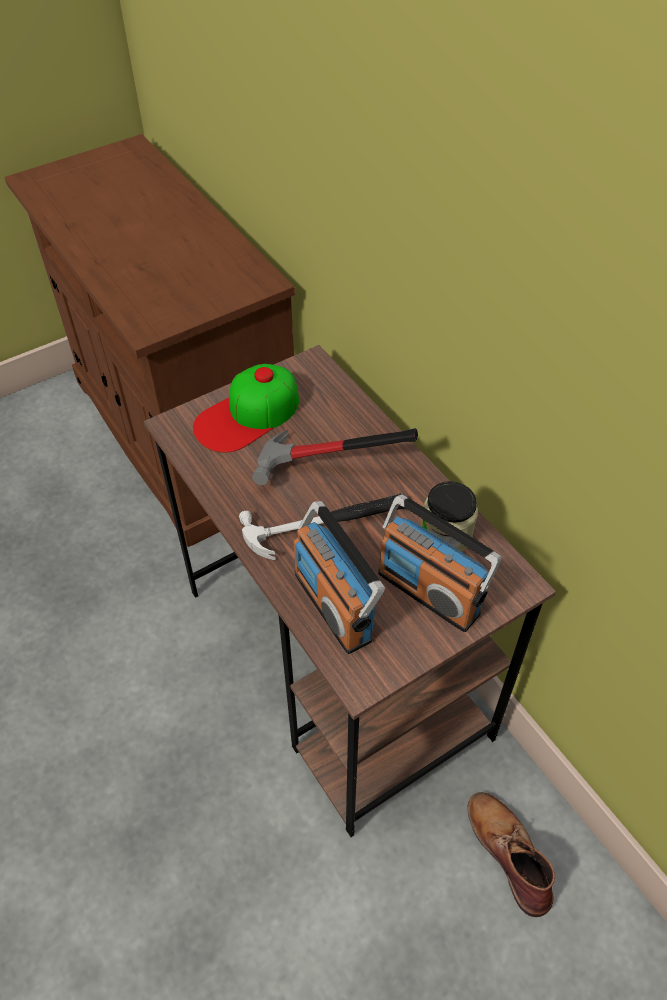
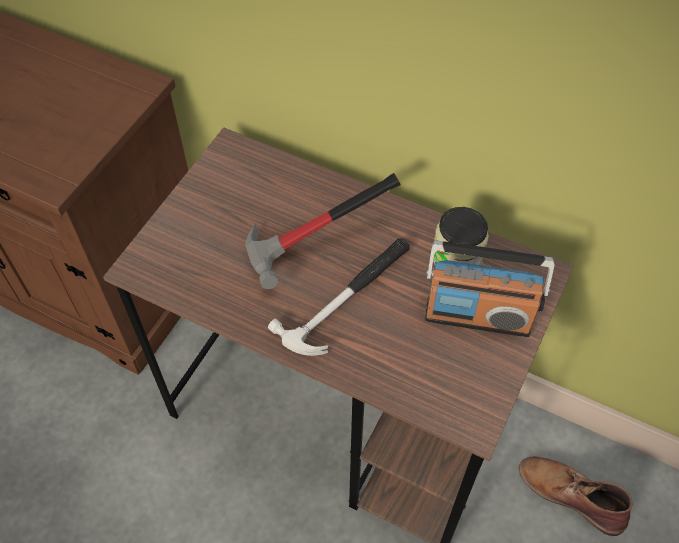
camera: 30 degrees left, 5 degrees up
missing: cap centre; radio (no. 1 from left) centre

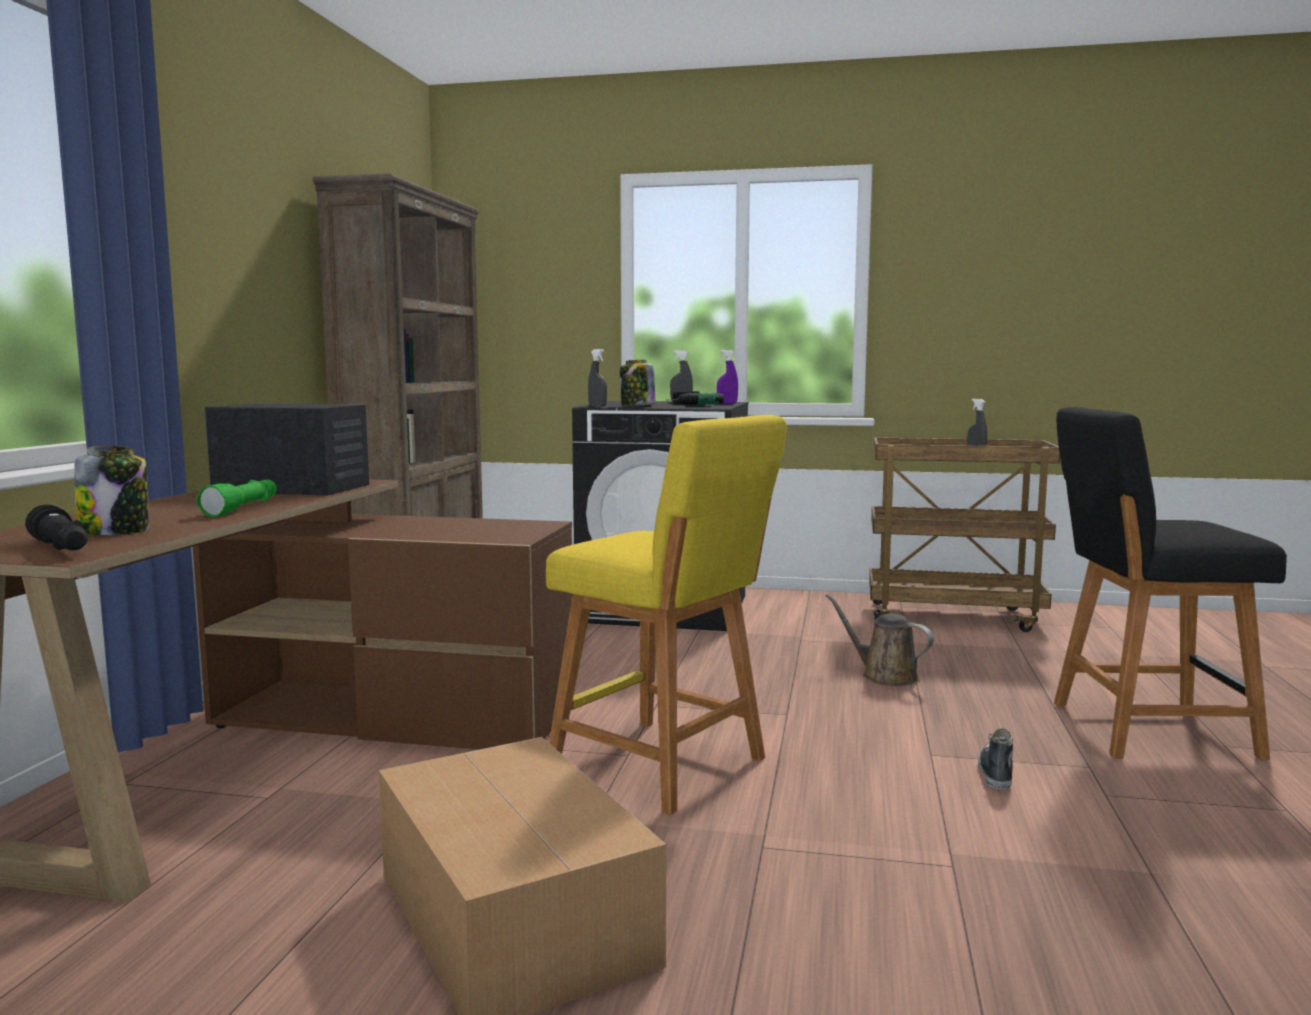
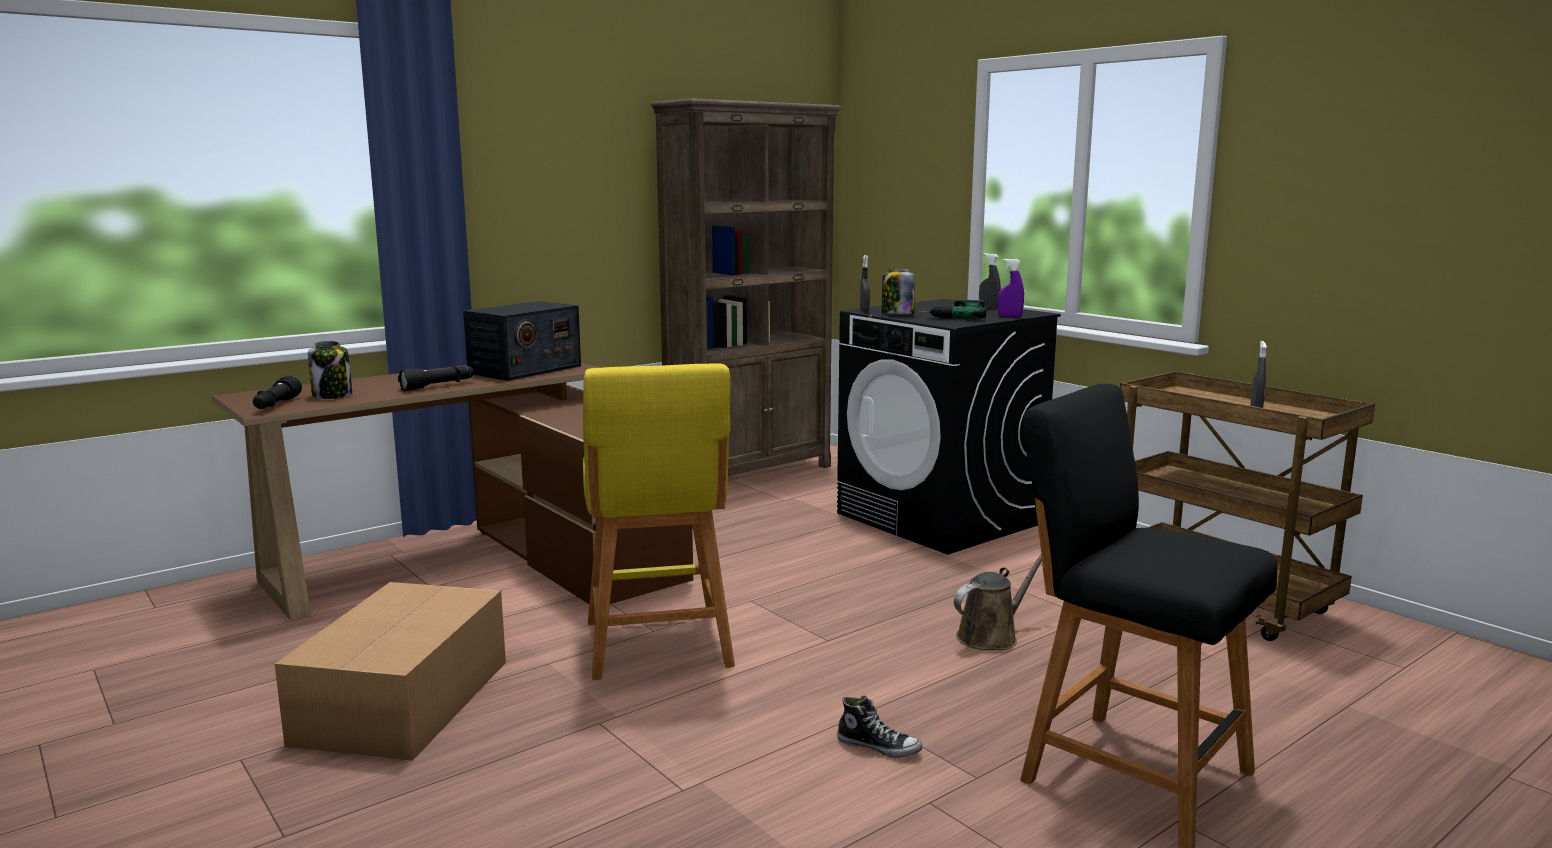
camera: 40 degrees right, 5 degrees up
colour: green flashlight middle left to black flashlight (no. 2 from left) middle left
spun: radio middle left = centre 75 degrees clockwise; brown watering can middle right = bottom centre 60 degrees clockwise; shoe bottom right = bottom centre 60 degrees clockwise

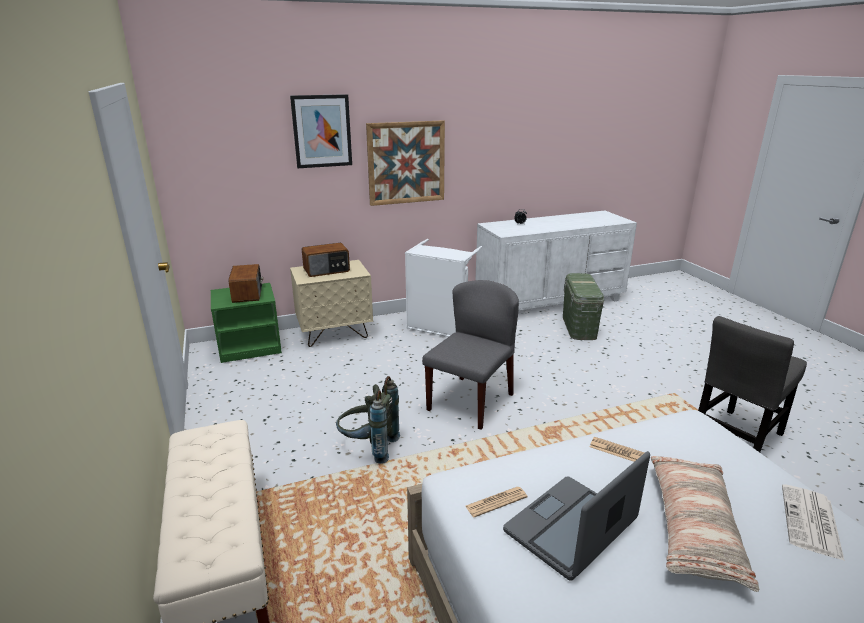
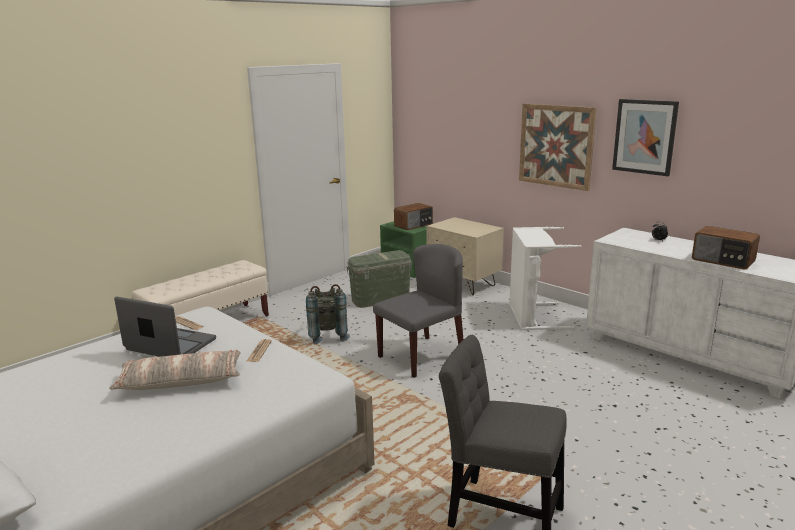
camera: 65 degrees right, 5 degrees down
missing: newspaper (no. 3 from left) bottom right
relocated: picture (no. 1 from left in the first image) top centre to picture (no. 2 from left) top right; radio (no. 2 from left) centre to middle right; green storage box middle right to centre
spun: grey chair (no. 1 from left) centre = centre 45 degrees counterclockwise

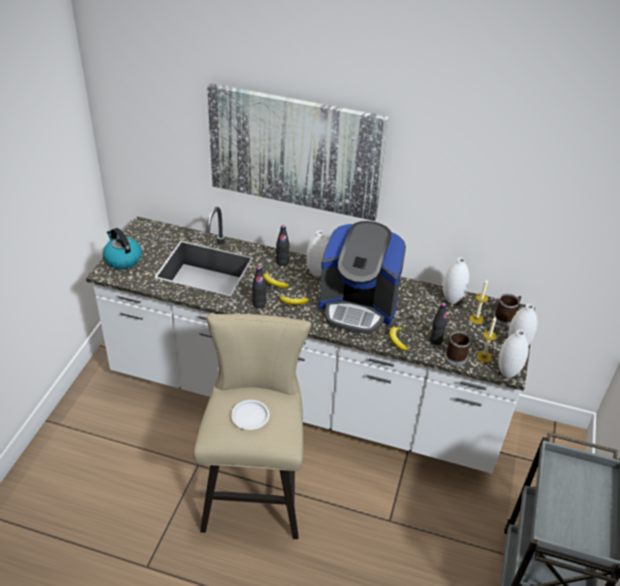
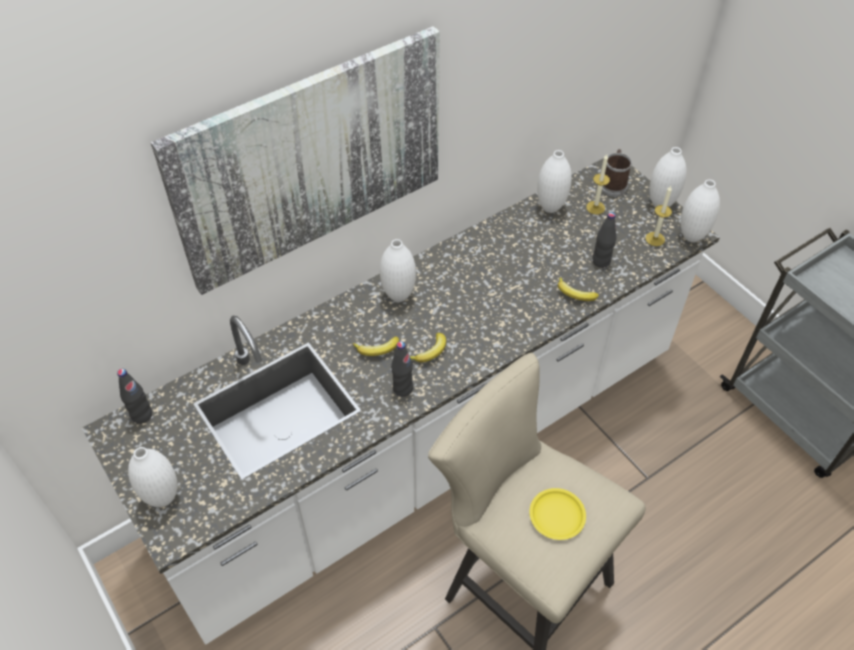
camera: 50 degrees left, 10 degrees up
missing: coffee machine centre; mug (no. 1 from left) middle right
relocated: black bottle (no. 2 from left in the first image) centre to black bottle (no. 1 from left) middle left
exchanged: kettle middle left to white vase (no. 1 from left) bottom left
colour: white plate bottom centre to yellow plate bottom centre

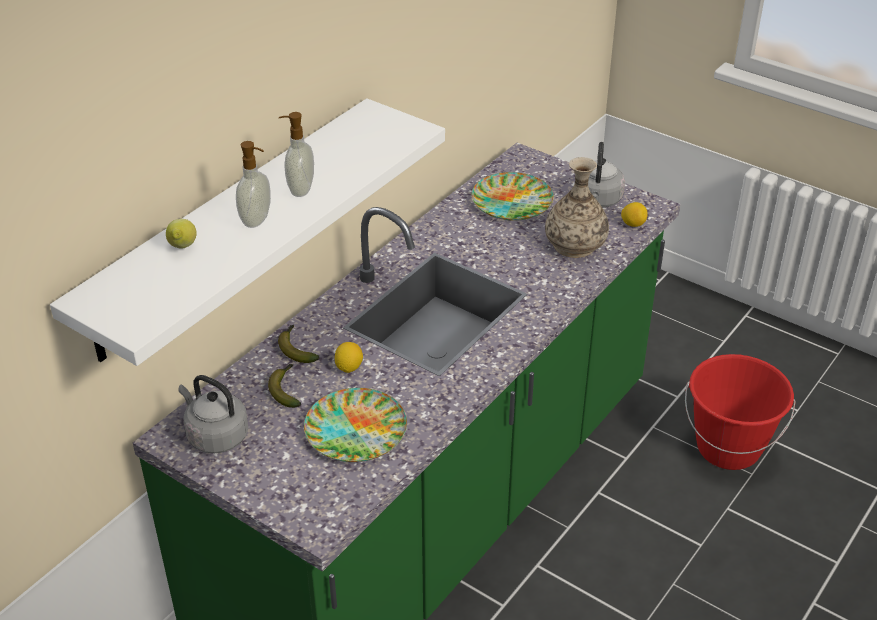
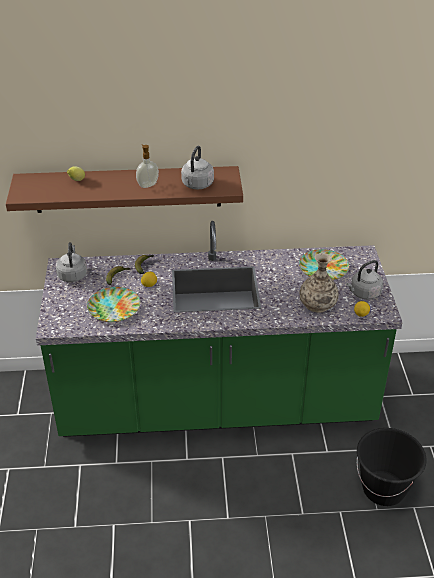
camera: 50 degrees right, 0 degrees up
missing: soap dispenser (no. 1 from left) top left
appeared: grey kettle (no. 2 from left) top centre
colour: white shelf middle left to brown shelf top left; red bucket middle right to black bucket bottom right

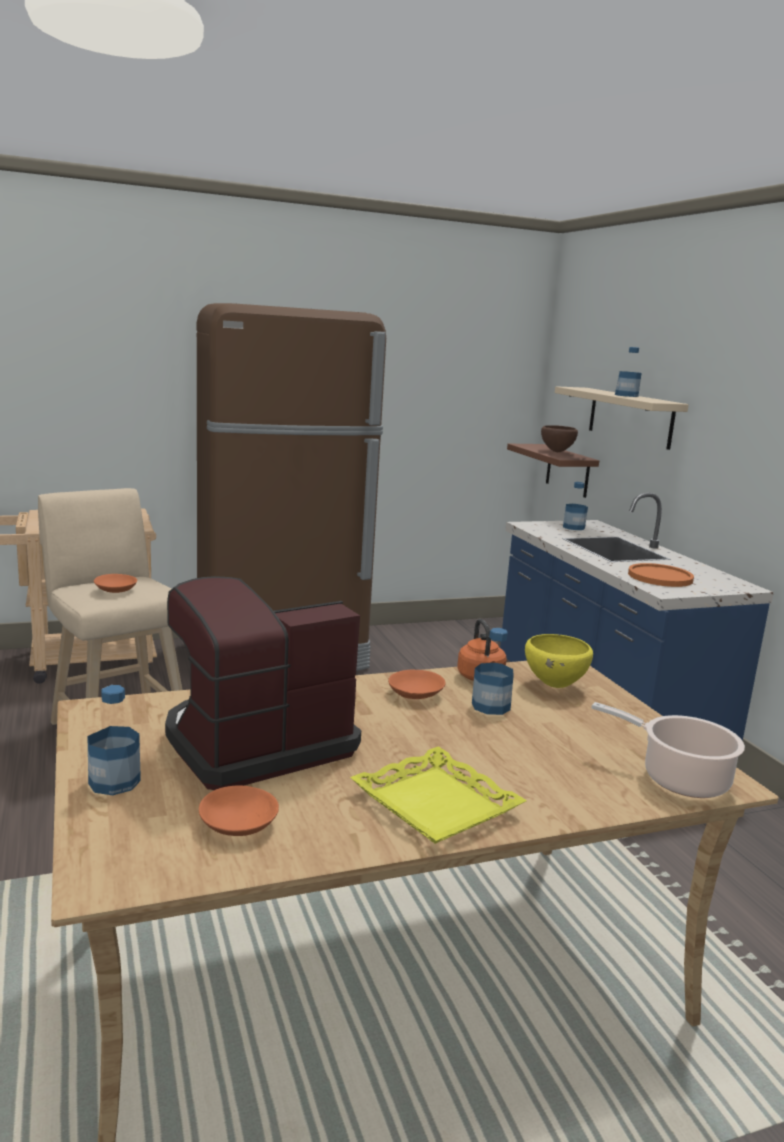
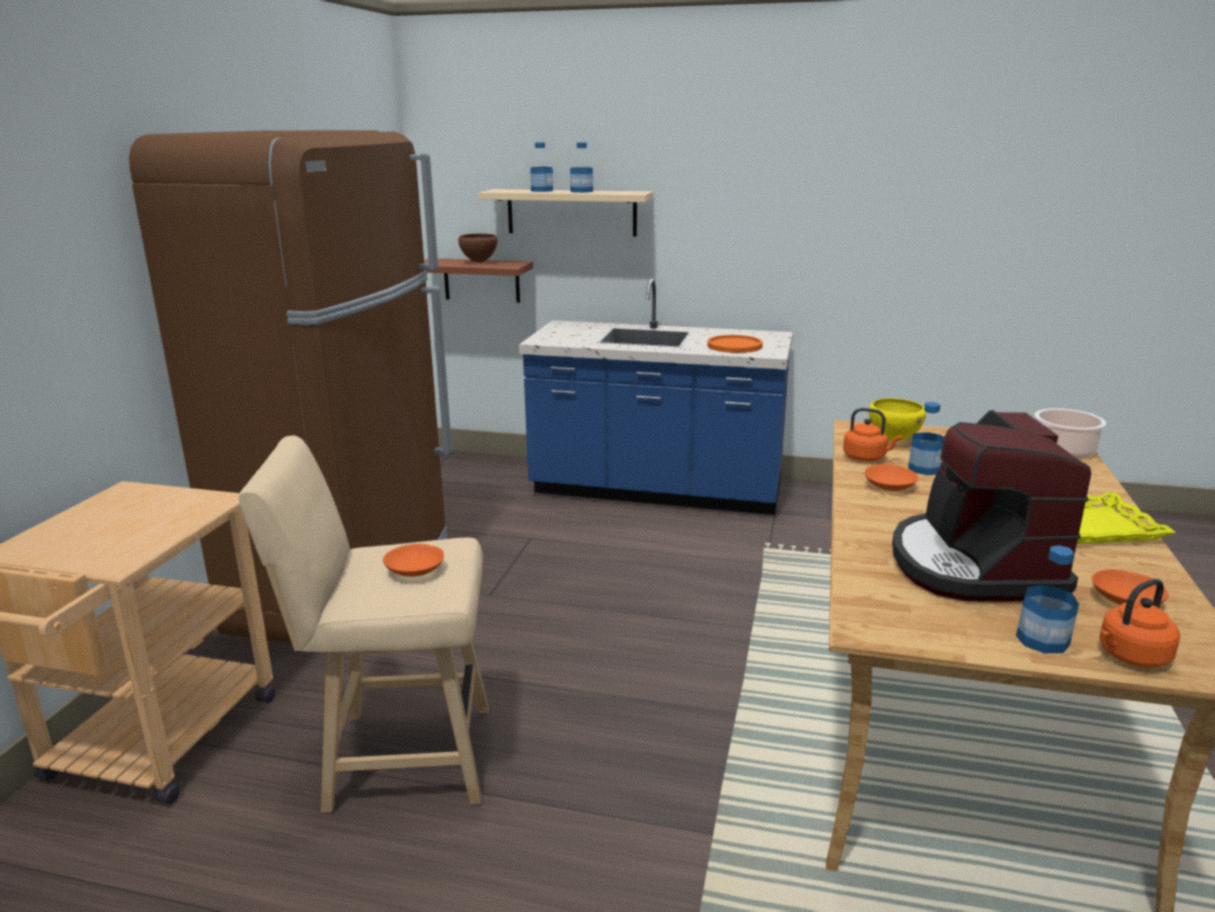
camera: 55 degrees left, 5 degrees up
appeared: orange kettle (no. 2 from left) bottom right
relocated: bottle (no. 3 from left in the first image) middle right to bottle (no. 1 from left) top centre

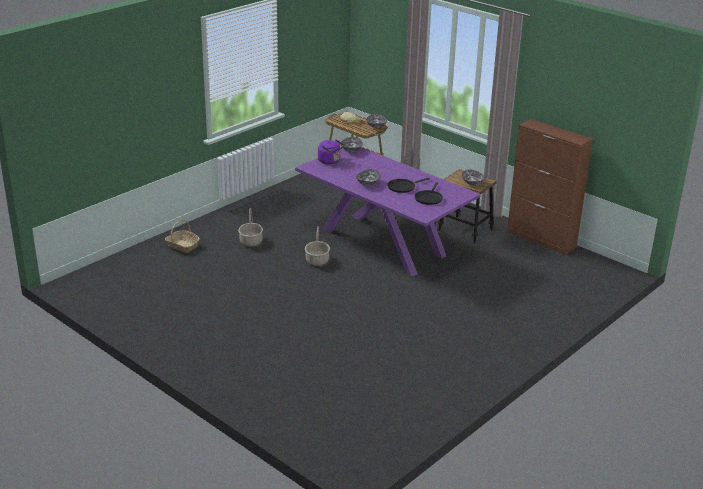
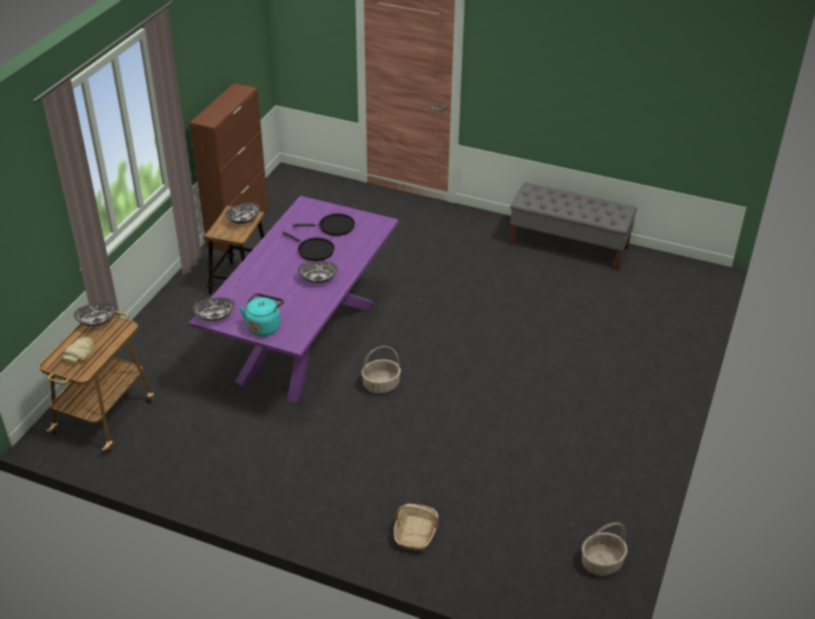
camera: 110 degrees left, 10 degrees up
appeared: grey bench middle right
relocated: basket (no. 2 from left in the first image) centre to basket (no. 3 from left) bottom right
colour: purple kettle top centre to turquoise kettle middle left

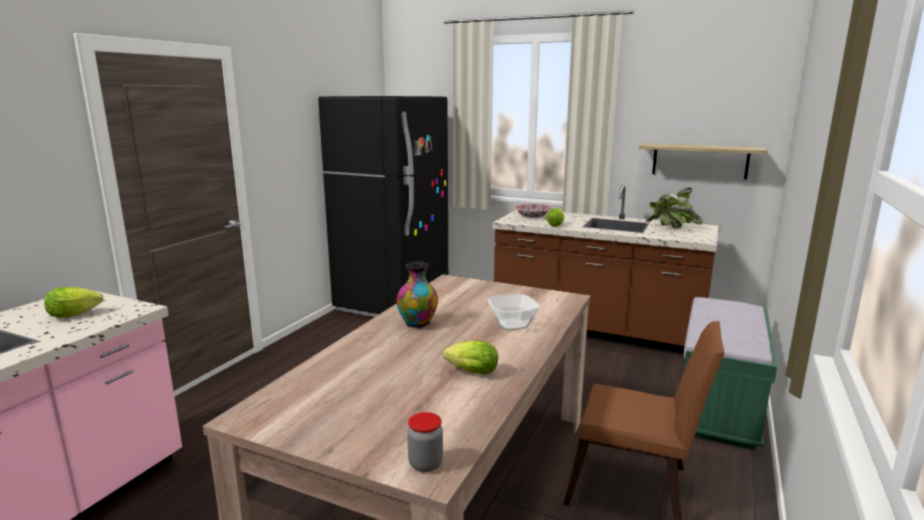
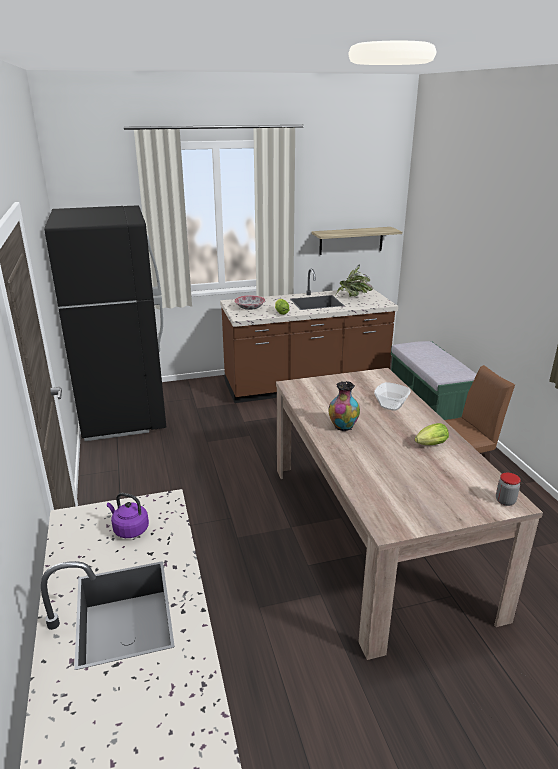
camera: 40 degrees left, 10 degrees up
exchanged: lettuce (no. 1 from left) middle left to purple kettle bottom left

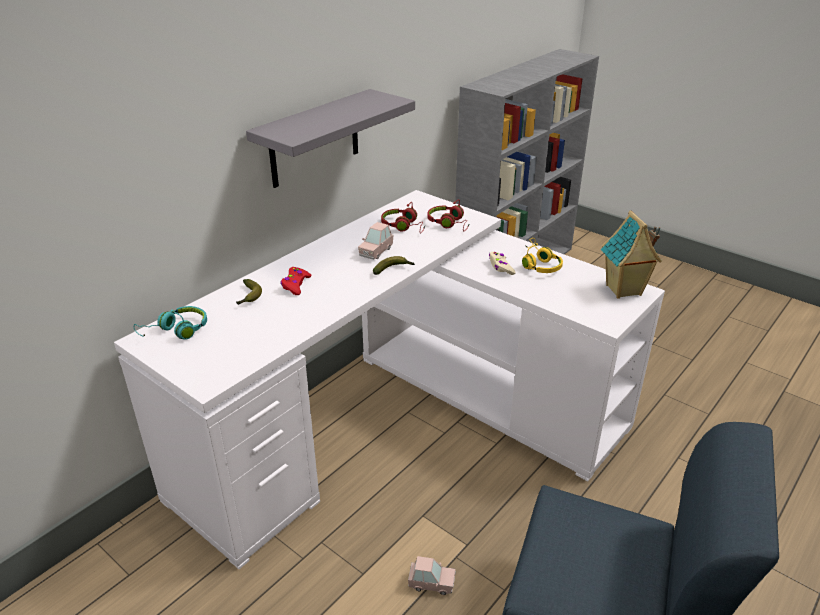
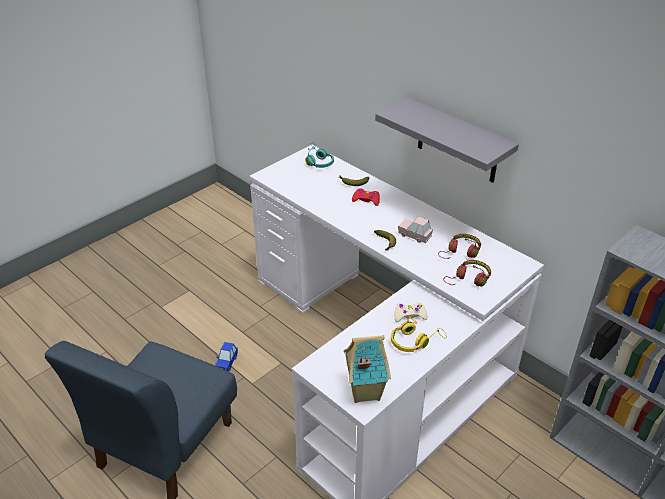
camera: 95 degrees right, 5 degrees up
colour: pink toy car (no. 2 from left) bottom centre to blue toy car bottom centre

